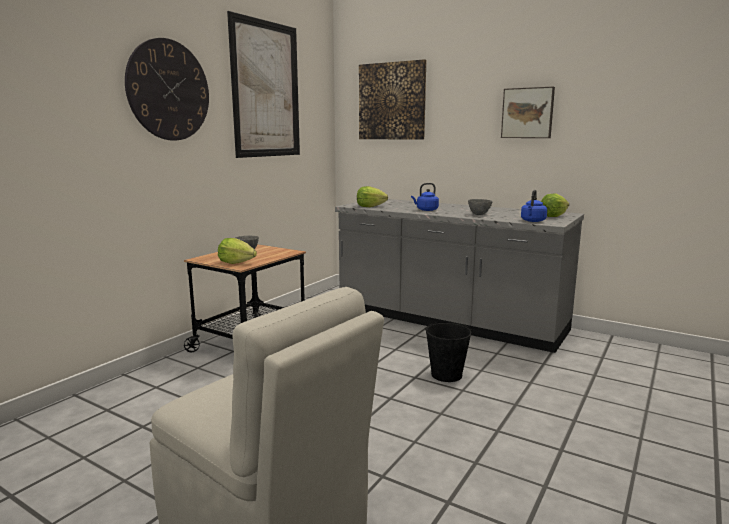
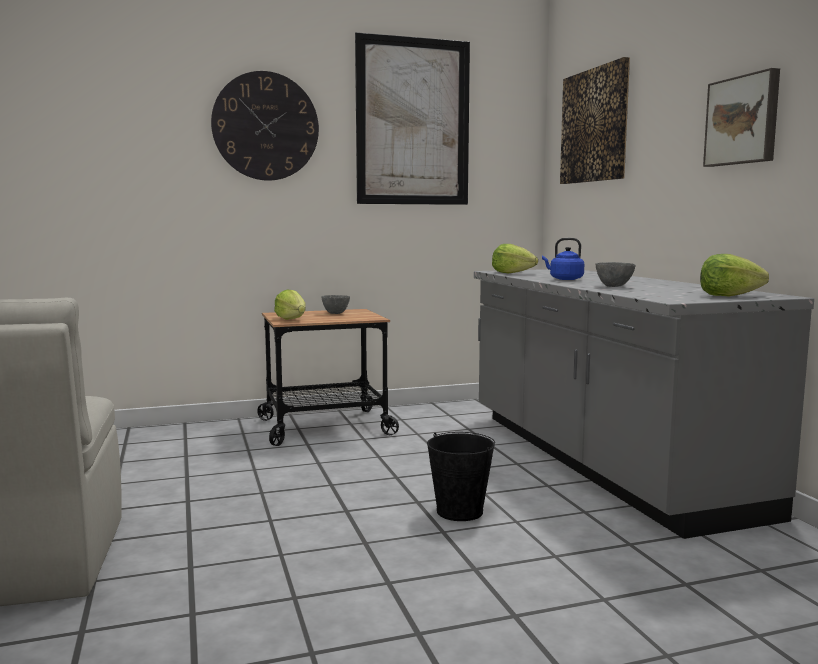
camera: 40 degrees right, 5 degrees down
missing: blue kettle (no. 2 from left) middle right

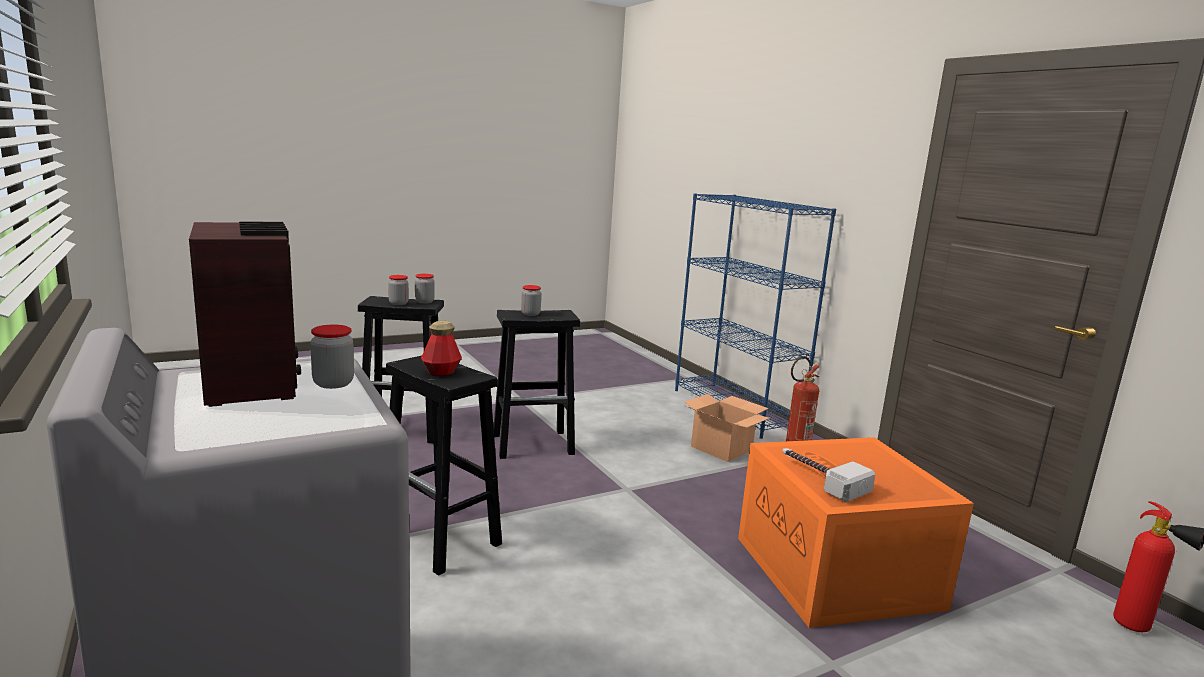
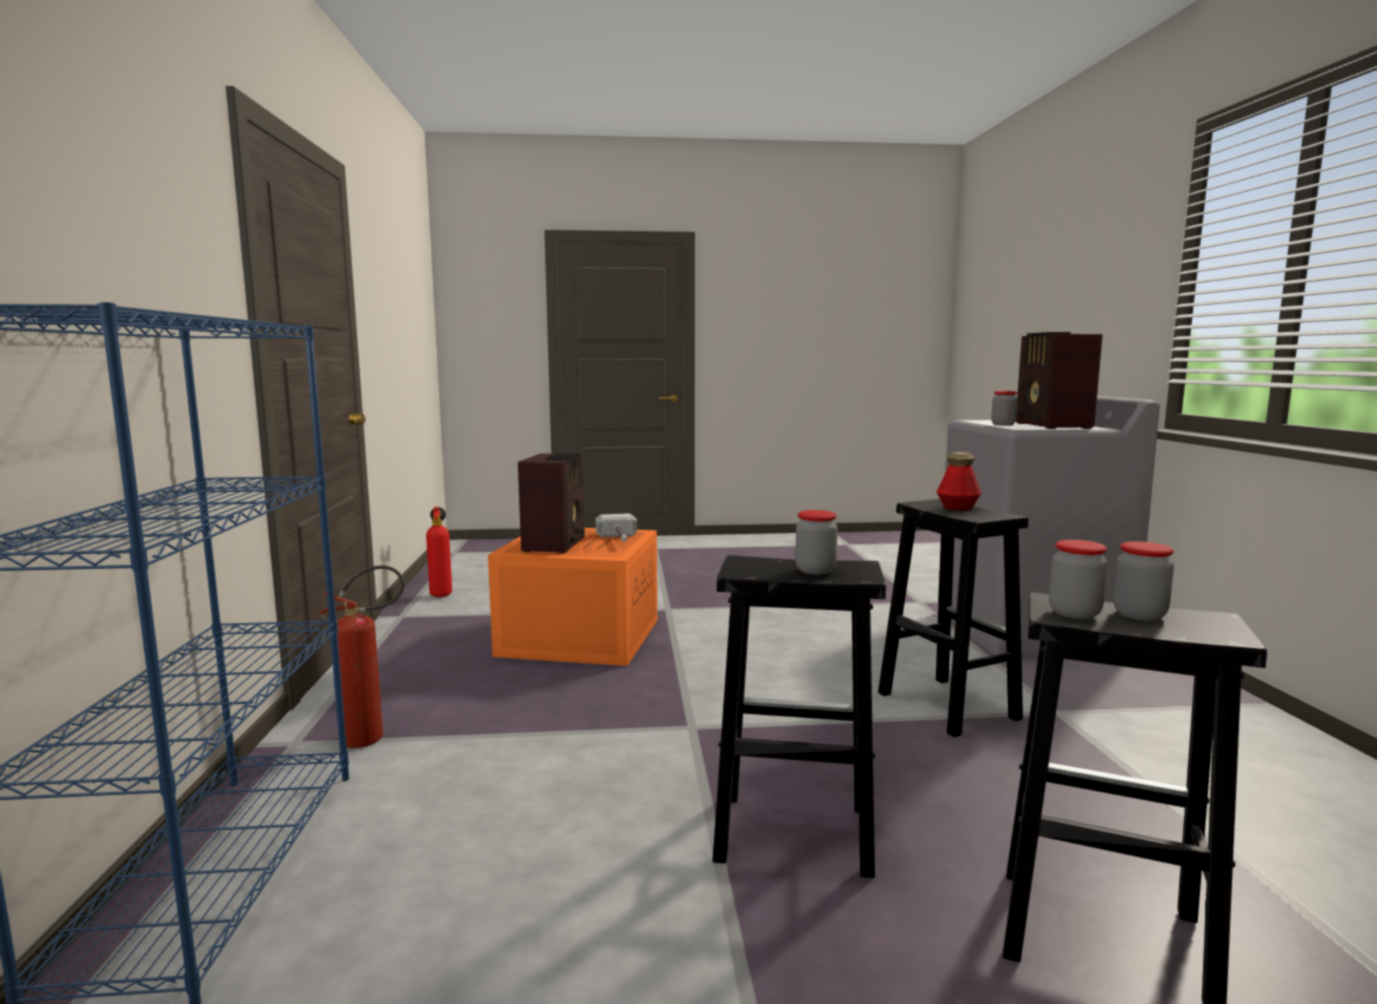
camera: 155 degrees left, 5 degrees down
missing: cardboard box centre
appeared: radio (no. 1 from left) centre

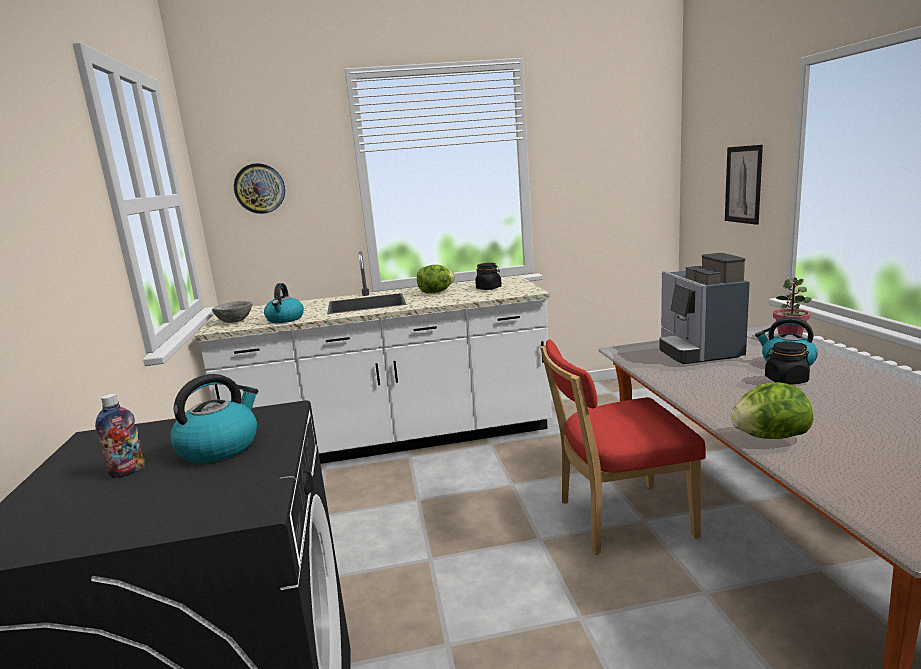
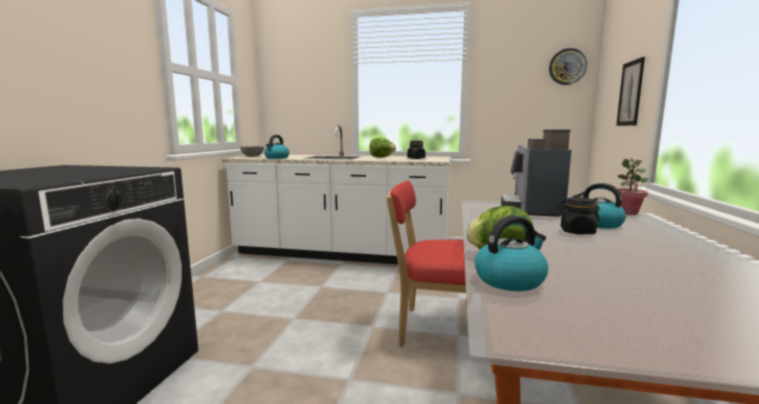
camera: 20 degrees right, 5 degrees down
missing: bottle middle left
relocated: kettle (no. 1 from left in the first image) middle left to kettle (no. 2 from left) middle right; wall clock top left to top right

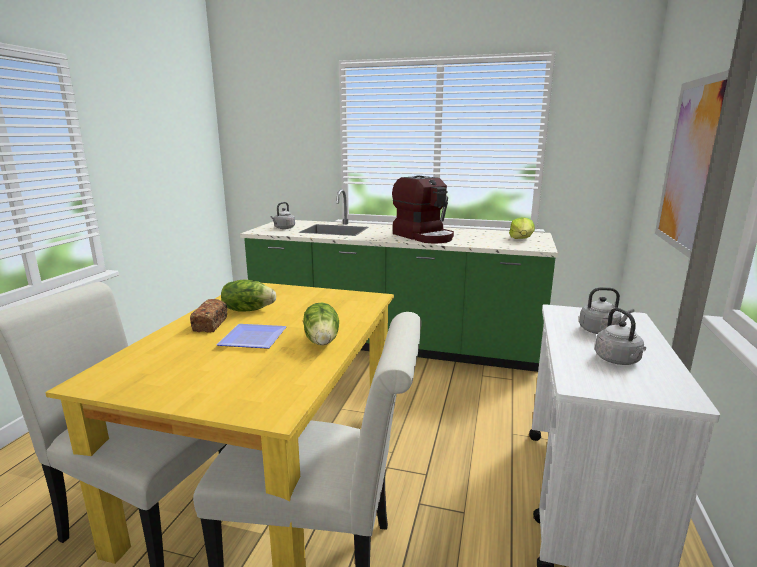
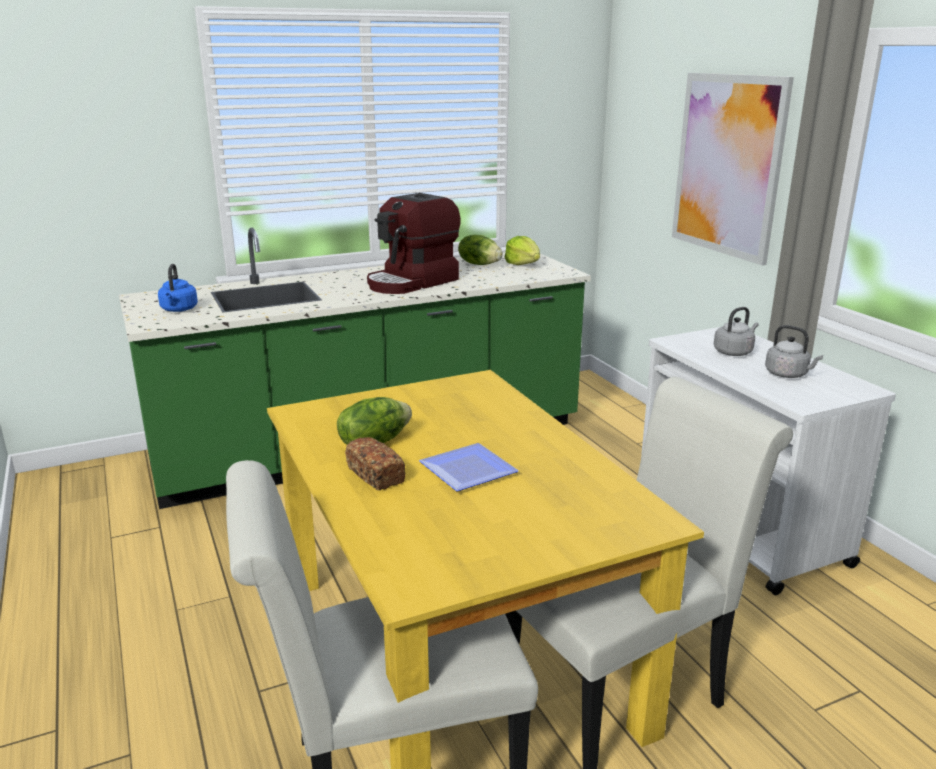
camera: 40 degrees left, 5 degrees up
relocated: lettuce (no. 2 from left) centre to top centre
colour: grey kettle (no. 1 from left) centre to blue kettle middle left
spun: coffee machine centre = top centre 120 degrees clockwise

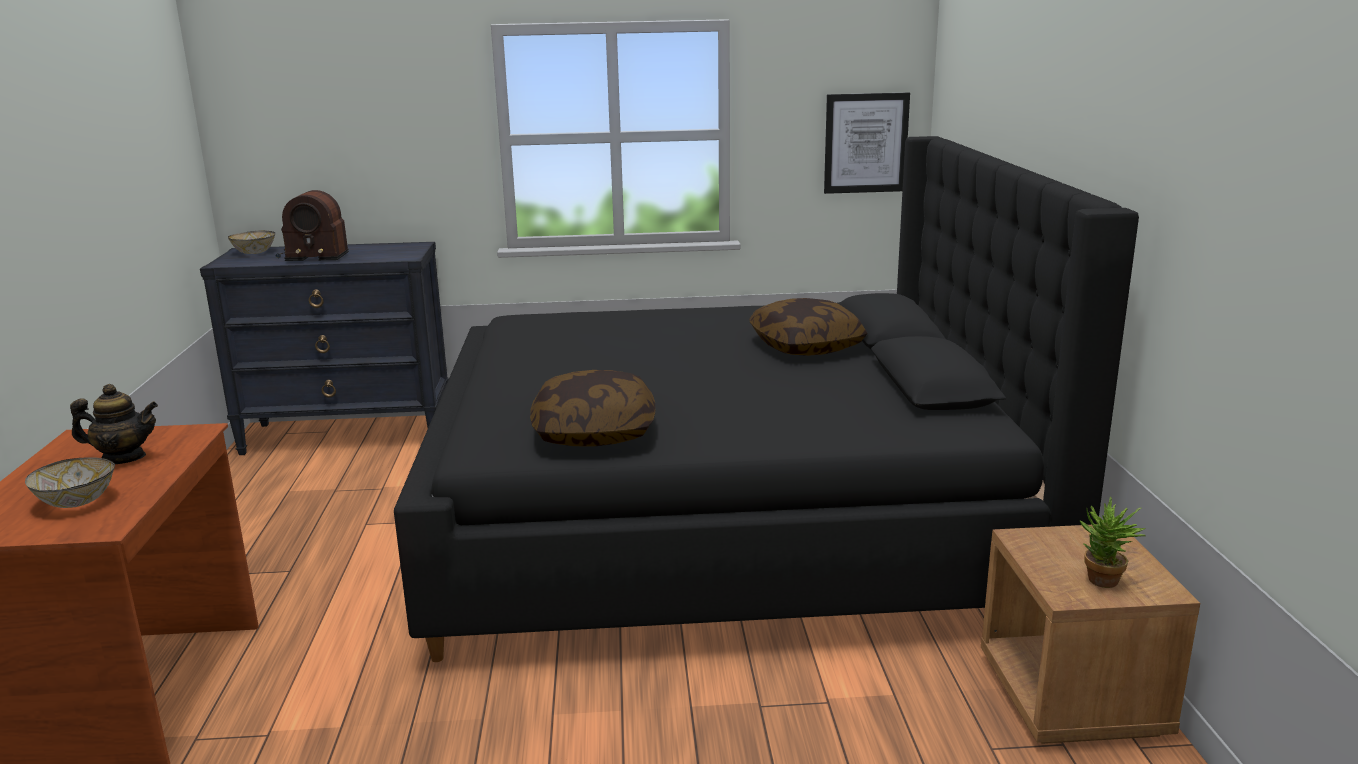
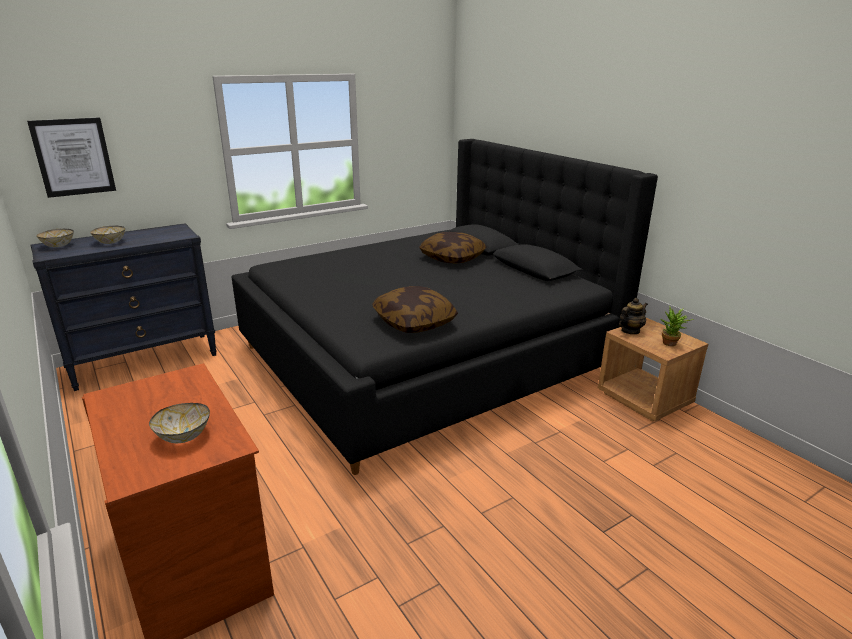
camera: 30 degrees left, 5 degrees up
relocated: teapot middle left to middle right; picture top centre to top left
exchanged: radio top left to bowl (no. 2 from left) middle left

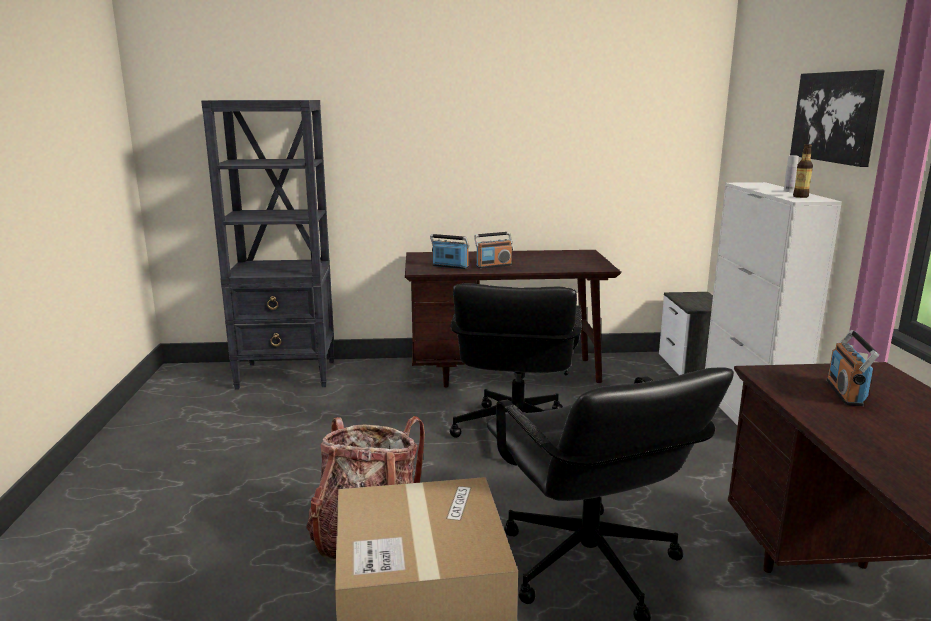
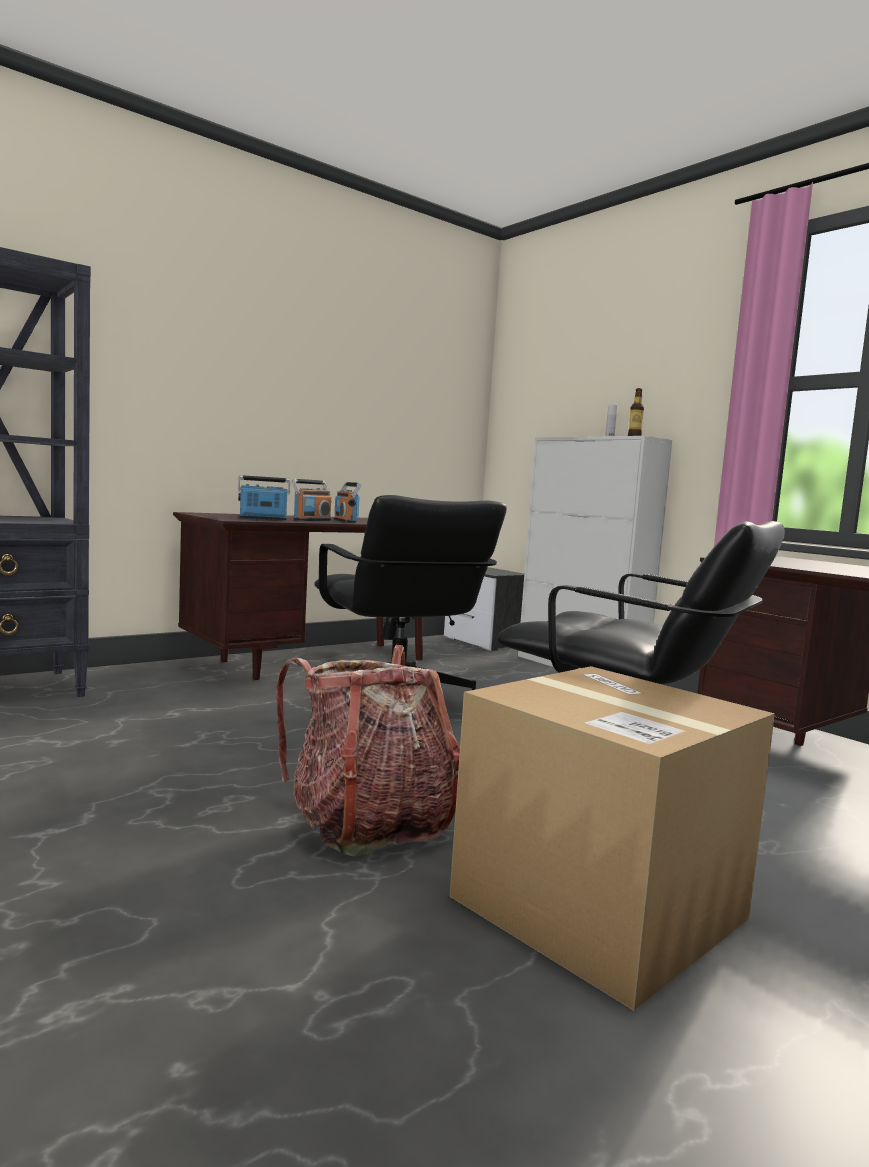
camera: 35 degrees left, 10 degrees down
missing: picture top right
relocated: radio (no. 3 from left) middle right to centre

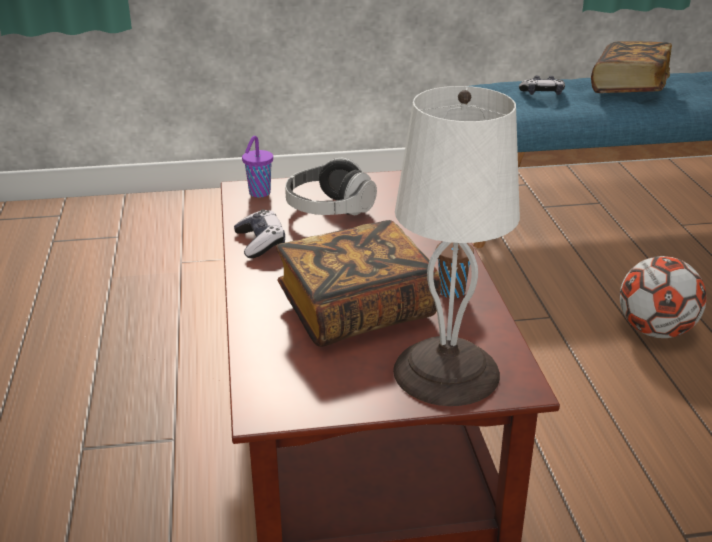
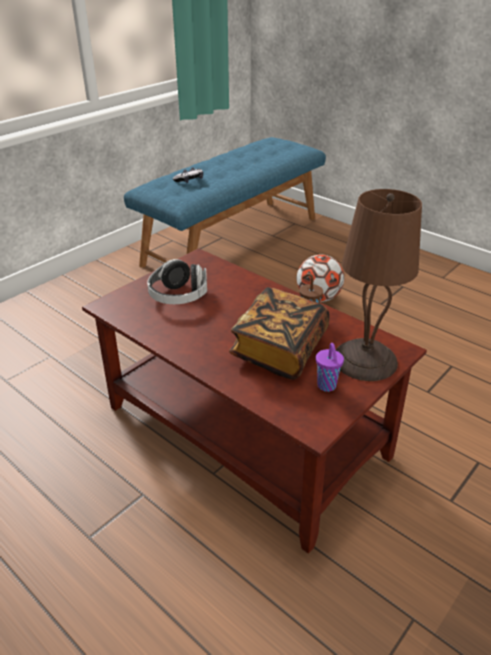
camera: 40 degrees left, 5 degrees up
missing: game controller (no. 1 from left) centre; book (no. 2 from left) top right
relocated: purple cup top centre to middle right
colour: white table lamp centre to brown table lamp middle right

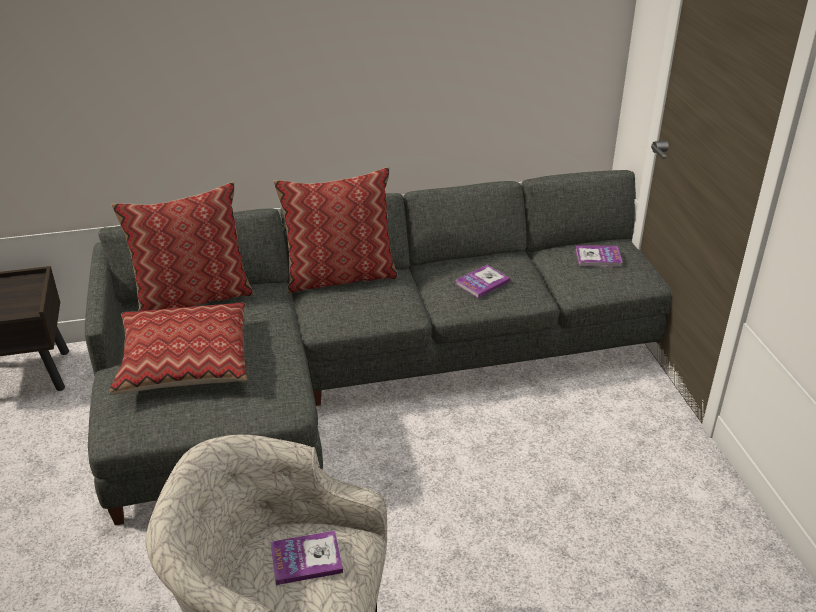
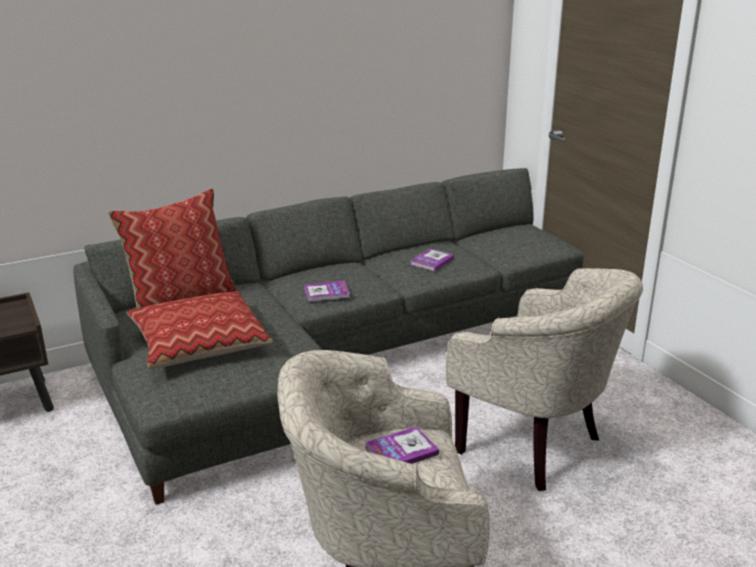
camera: 15 degrees left, 10 degrees down
missing: pillow (no. 3 from left) centre
appeared: beige armchair (no. 2 from left) bottom right
relocated: book (no. 3 from left in the first image) middle right to book (no. 1 from left) centre

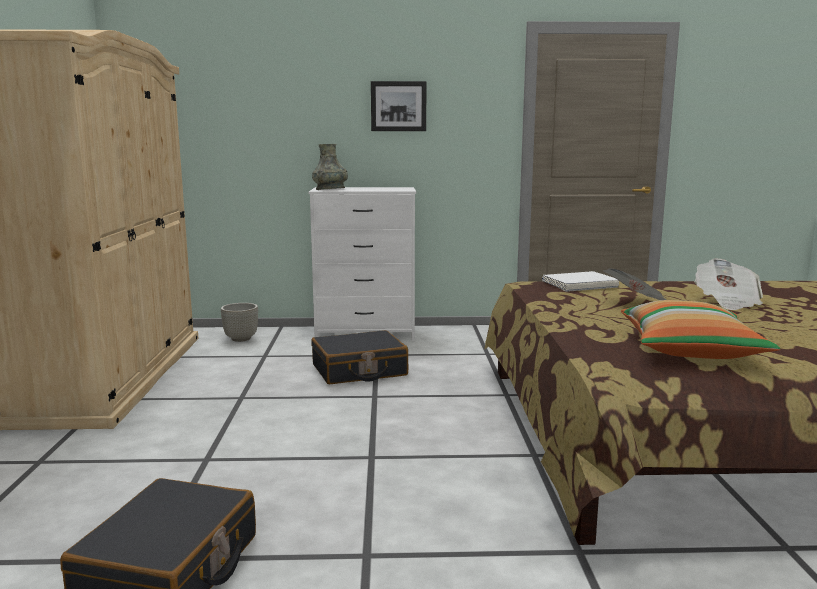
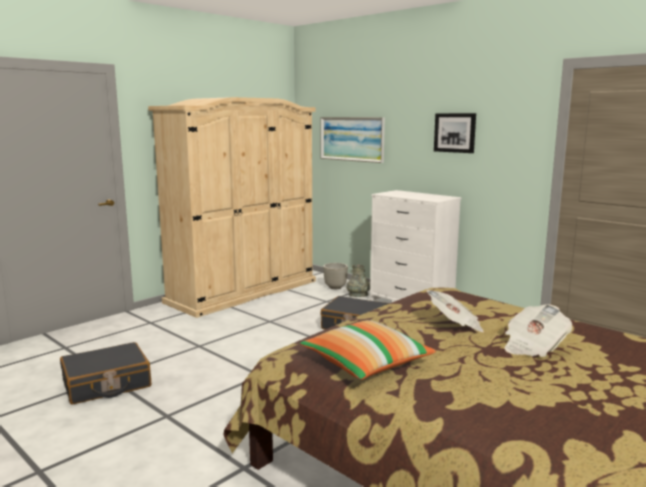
camera: 45 degrees right, 0 degrees up
missing: white book middle right
appeared: picture (no. 1 from left) top centre
relocated: grey vase top centre to centre

